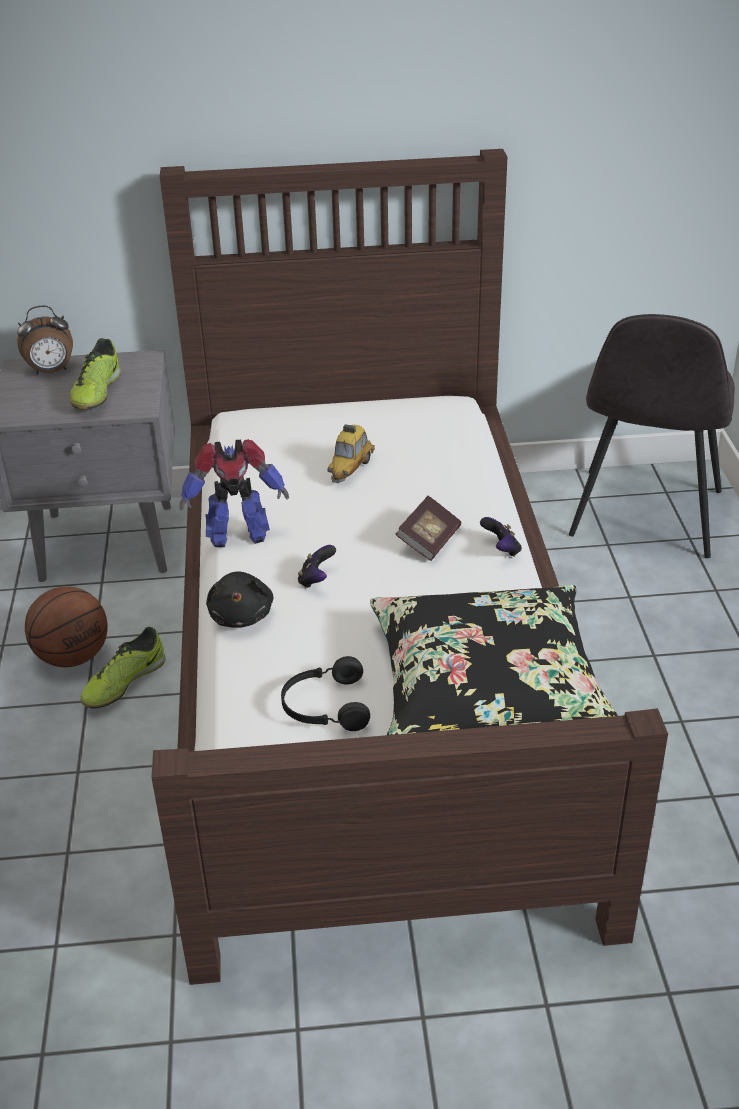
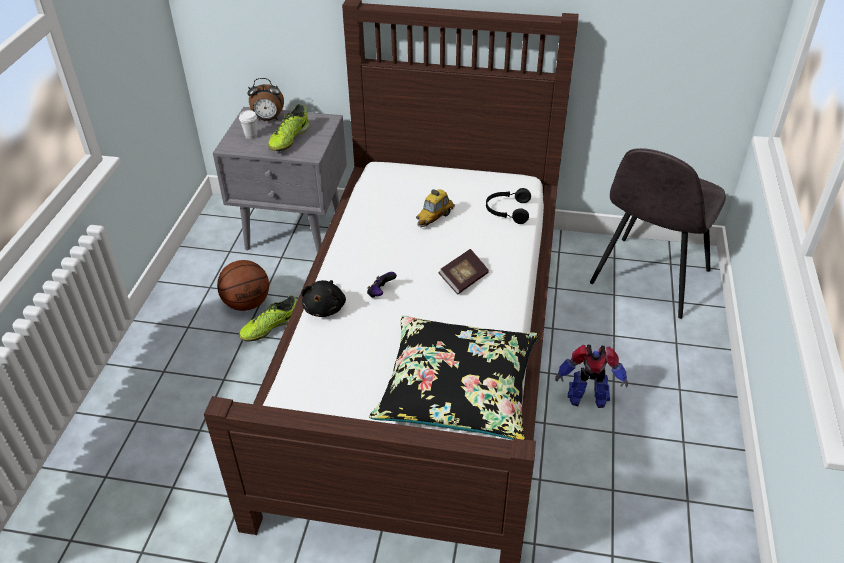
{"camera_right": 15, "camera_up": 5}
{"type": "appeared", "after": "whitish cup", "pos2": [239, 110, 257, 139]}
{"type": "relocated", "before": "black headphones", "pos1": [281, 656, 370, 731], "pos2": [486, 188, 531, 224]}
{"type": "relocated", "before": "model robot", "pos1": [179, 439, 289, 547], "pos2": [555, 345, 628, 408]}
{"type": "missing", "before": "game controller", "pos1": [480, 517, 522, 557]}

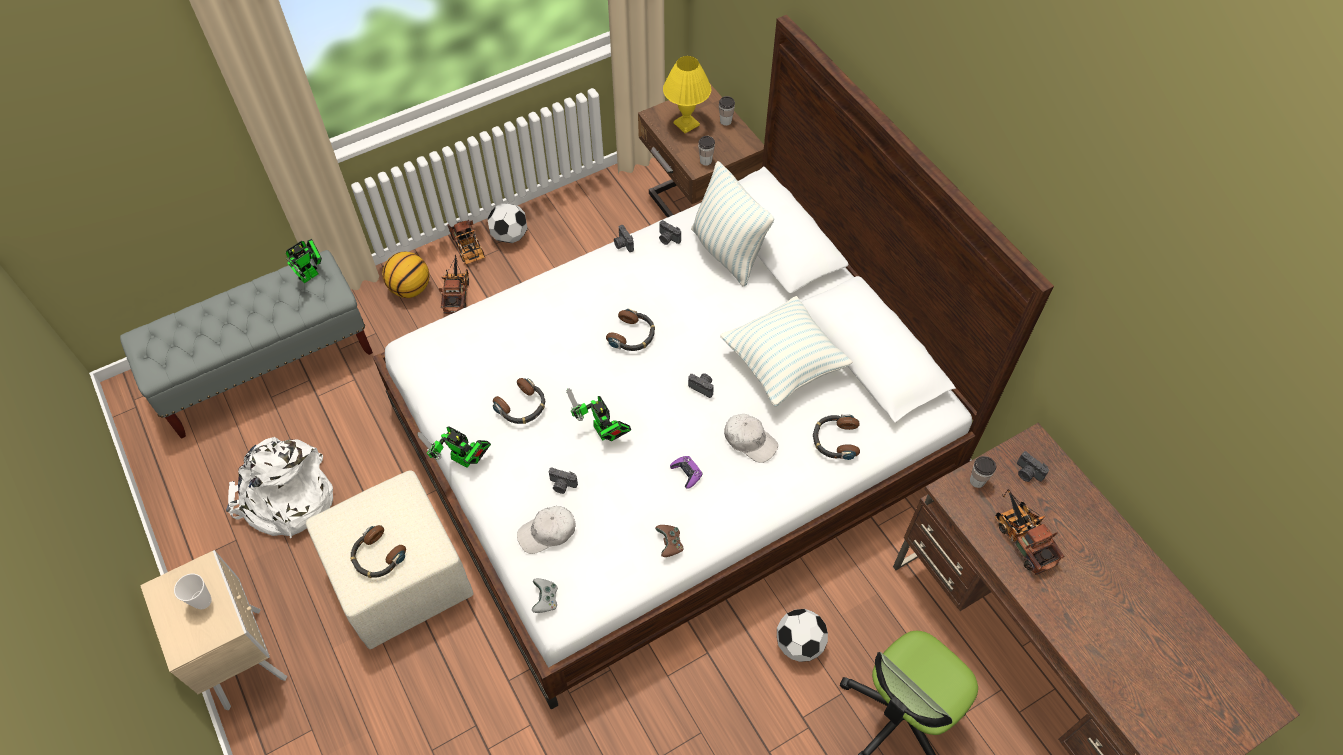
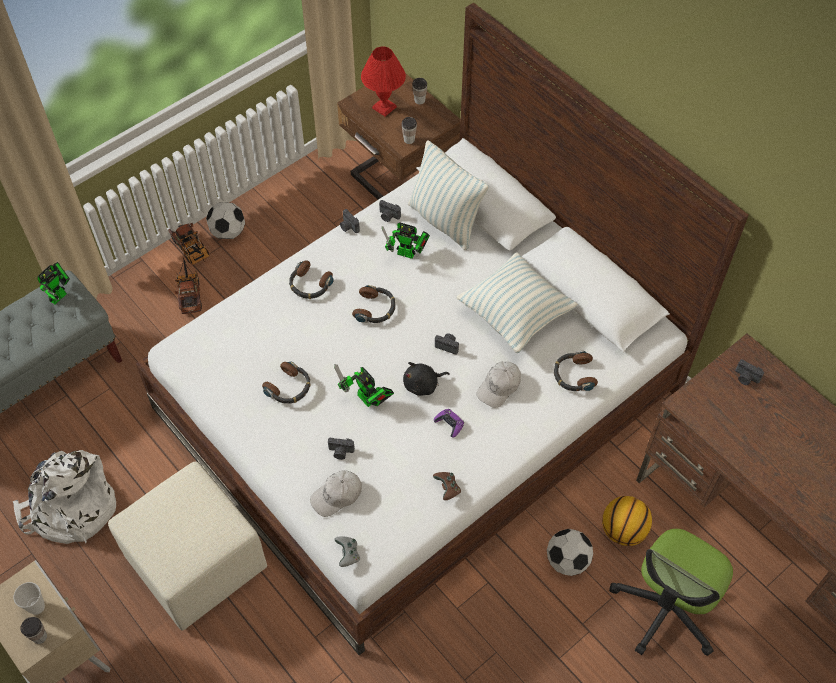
{"camera_right": -10, "camera_up": 0}
{"type": "relocated", "before": "cup", "pos1": [970, 456, 996, 488], "pos2": [20, 617, 47, 644]}
{"type": "relocated", "before": "headphones", "pos1": [351, 525, 406, 578], "pos2": [289, 260, 333, 299]}
{"type": "colour", "before": "yellow-coloured lamp for a table", "after": "reddish lamp for a table", "pos1": [663, 56, 711, 133], "pos2": [361, 47, 406, 116]}
{"type": "relocated", "before": "model robot", "pos1": [417, 427, 491, 468], "pos2": [382, 223, 430, 259]}
{"type": "appeared", "after": "black soft toy", "pos2": [403, 362, 450, 396]}
{"type": "spun", "before": "whitish baseball cap", "pos1": [724, 414, 778, 463], "pos2": [476, 361, 521, 408], "turn": 105}
{"type": "relocated", "before": "basketball", "pos1": [382, 251, 430, 298], "pos2": [602, 496, 652, 546]}
{"type": "missing", "before": "toy truck", "pos1": [995, 489, 1064, 575]}

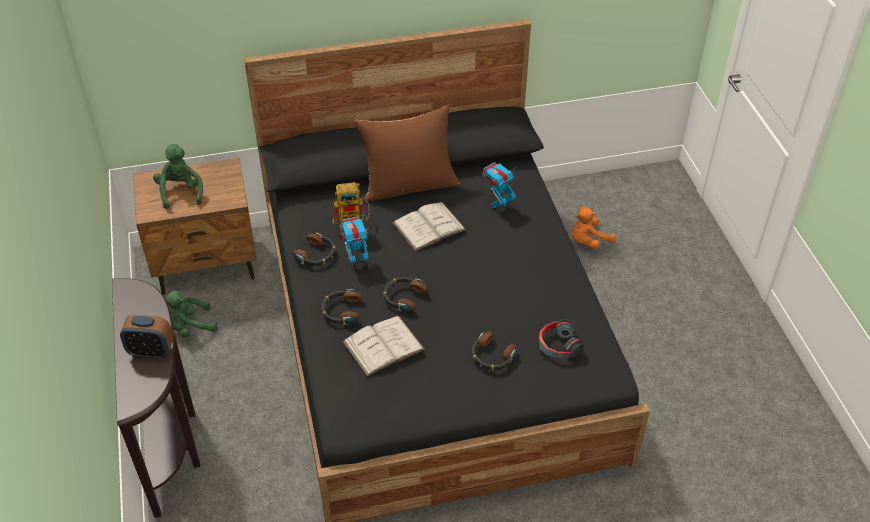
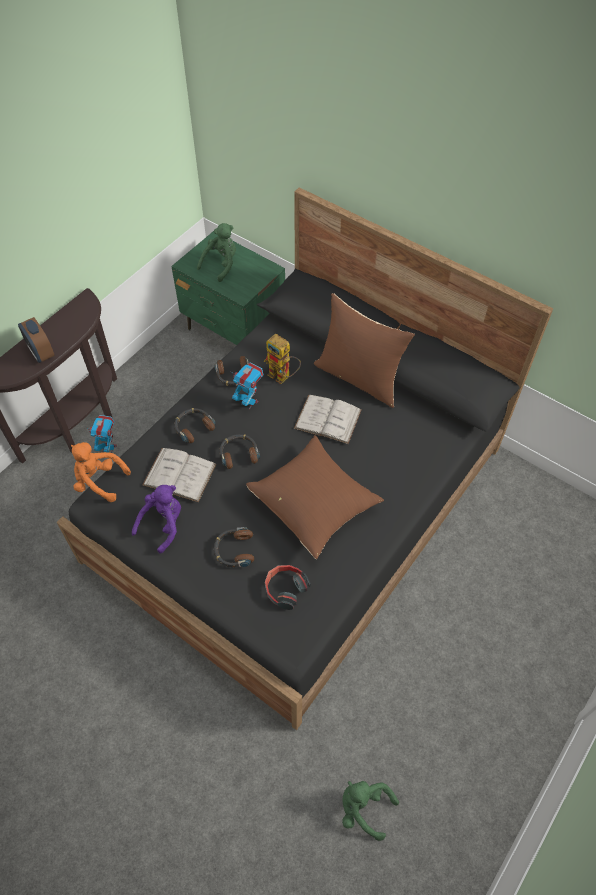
{"camera_right": 50, "camera_up": 10}
{"type": "relocated", "before": "orange-coloured soft toy", "pos1": [572, 206, 616, 249], "pos2": [71, 442, 131, 502]}
{"type": "relocated", "before": "model robot", "pos1": [483, 162, 517, 212], "pos2": [86, 415, 117, 453]}
{"type": "appeared", "after": "purplish soft toy", "pos2": [132, 485, 181, 553]}
{"type": "colour", "before": "brownish night table", "after": "greenish night table", "pos1": [133, 158, 257, 295], "pos2": [171, 231, 285, 345]}
{"type": "appeared", "after": "brownish pillow", "pos2": [246, 435, 384, 559]}
{"type": "relocated", "before": "greenish soft toy", "pos1": [165, 291, 218, 338], "pos2": [342, 781, 399, 841]}

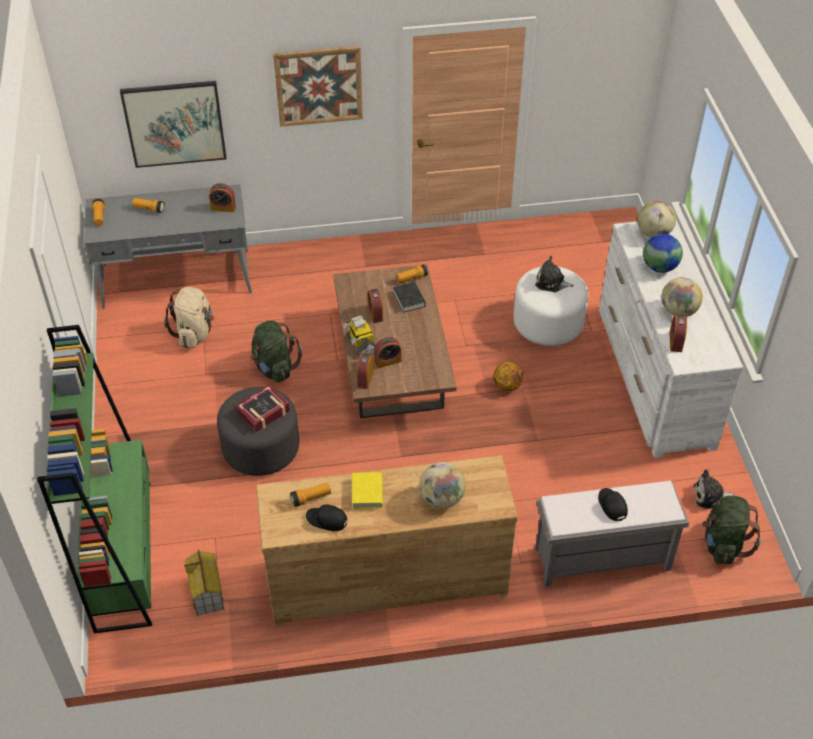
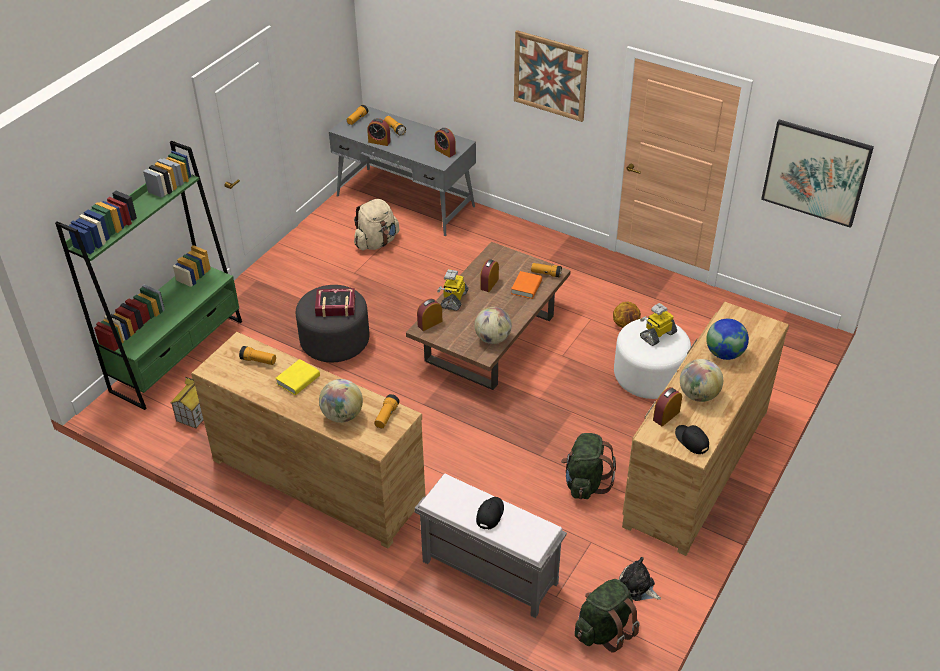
{"camera_right": 40, "camera_up": -5}
{"type": "relocated", "before": "bedside clock", "pos1": [374, 337, 402, 368], "pos2": [367, 118, 391, 146]}
{"type": "appeared", "after": "flashlight", "pos2": [374, 394, 400, 428]}
{"type": "relocated", "before": "globe", "pos1": [637, 201, 676, 238], "pos2": [475, 307, 512, 344]}
{"type": "colour", "before": "black volume", "after": "orange-coloured volume", "pos1": [393, 282, 426, 313], "pos2": [511, 271, 542, 299]}
{"type": "relocated", "before": "greenish rucksack", "pos1": [251, 321, 302, 383], "pos2": [561, 433, 616, 499]}
{"type": "relocated", "before": "basketball", "pos1": [494, 362, 523, 391], "pos2": [613, 302, 641, 328]}
{"type": "colour", "before": "whitish chest of drawers", "after": "brownish chest of drawers", "pos1": [599, 220, 744, 458], "pos2": [622, 302, 789, 556]}
{"type": "exchanged", "before": "soft toy", "after": "model robot", "pos1": [535, 256, 574, 292], "pos2": [640, 303, 677, 346]}
{"type": "relocated", "before": "black baseball cap", "pos1": [306, 504, 348, 531], "pos2": [675, 425, 709, 454]}
{"type": "relocated", "before": "wall picture", "pos1": [120, 81, 227, 168], "pos2": [761, 119, 874, 228]}

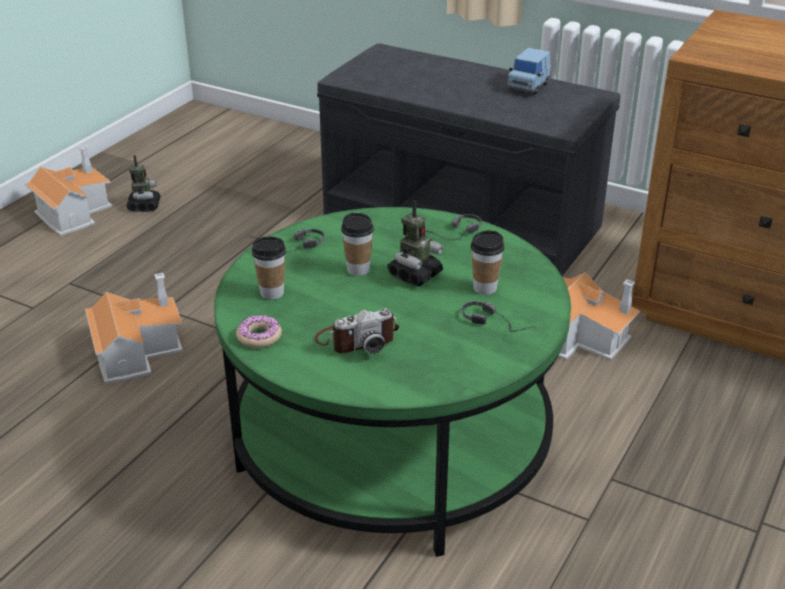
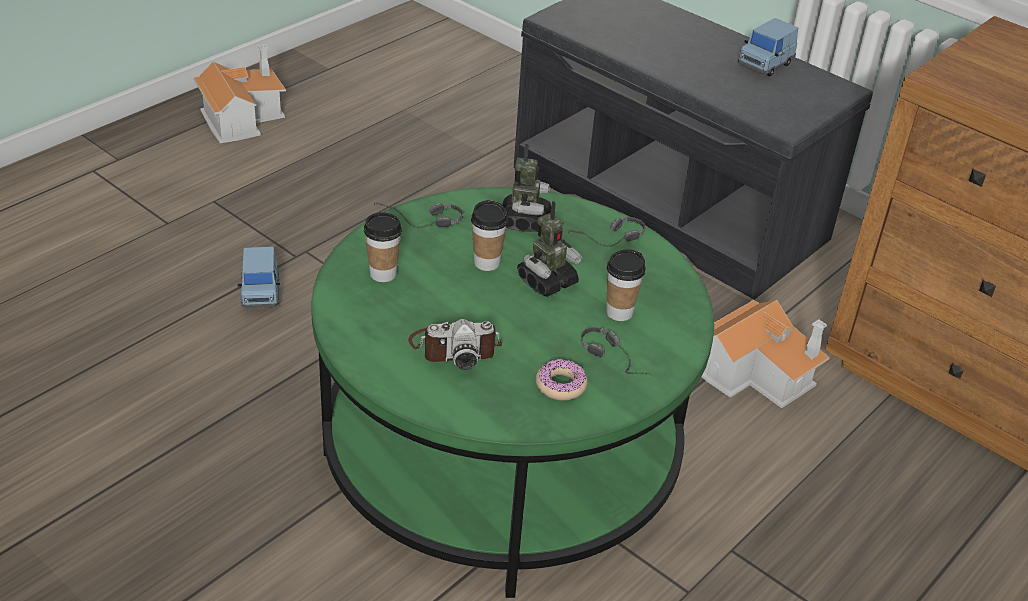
{"camera_right": 10, "camera_up": 5}
{"type": "exchanged", "before": "toy house", "after": "blue-coloured miniature car", "pos1": [85, 273, 183, 384], "pos2": [238, 247, 280, 308]}
{"type": "relocated", "before": "model robot", "pos1": [126, 155, 160, 212], "pos2": [502, 144, 551, 232]}
{"type": "relocated", "before": "doughnut", "pos1": [236, 315, 282, 348], "pos2": [536, 359, 588, 400]}

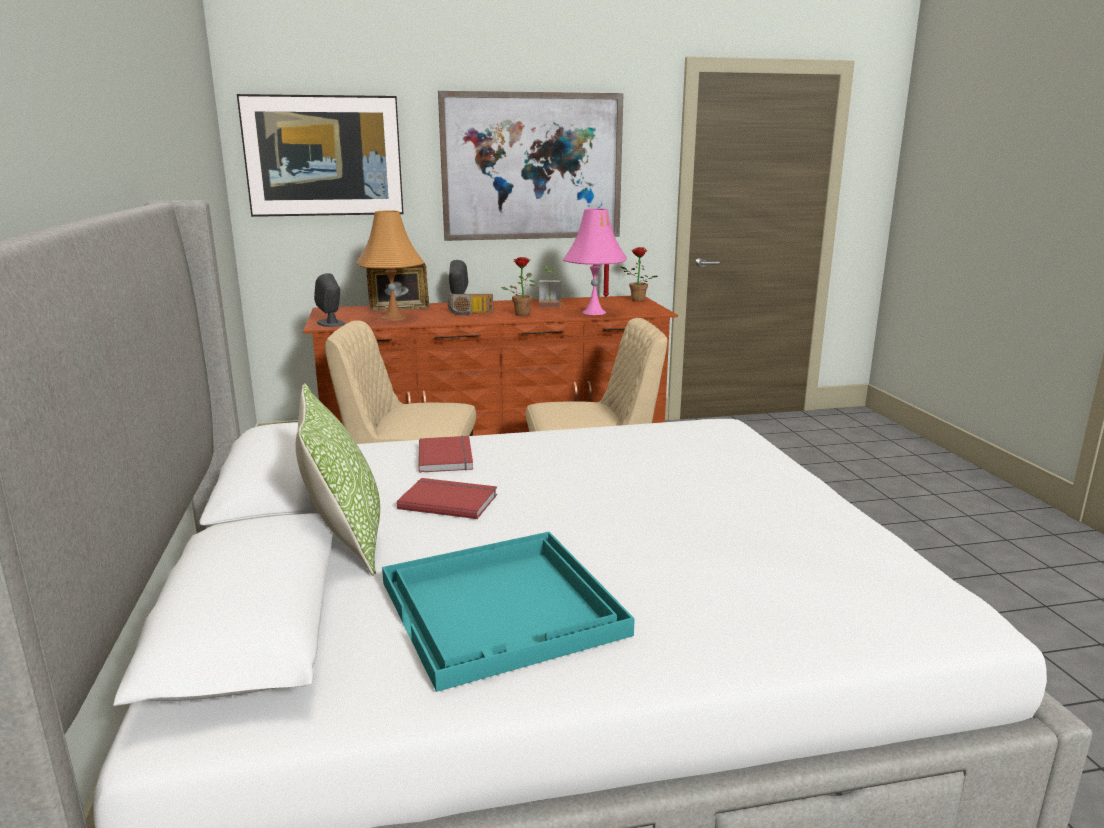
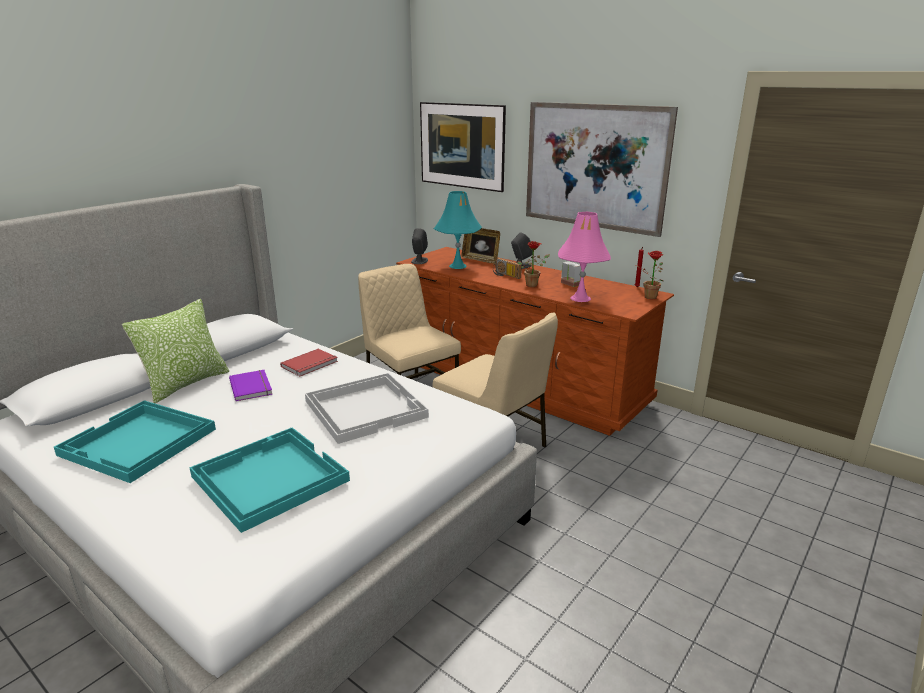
{"camera_right": 50, "camera_up": 5}
{"type": "appeared", "after": "blue-green carrying tray", "pos2": [189, 427, 350, 533]}
{"type": "colour", "before": "reddish volume", "after": "purplish volume", "pos1": [397, 478, 497, 519], "pos2": [229, 370, 272, 401]}
{"type": "appeared", "after": "whitish carrying tray", "pos2": [305, 373, 429, 444]}
{"type": "colour", "before": "orange-coloured lamp for a table", "after": "blue-green lamp for a table", "pos1": [356, 211, 424, 321], "pos2": [434, 191, 482, 269]}

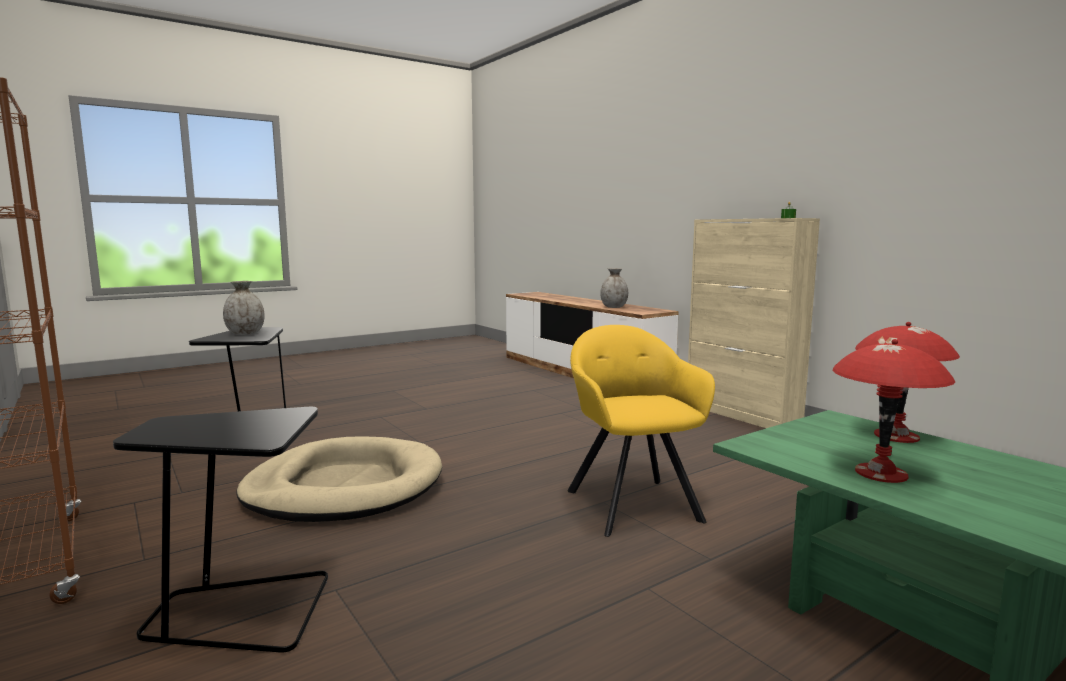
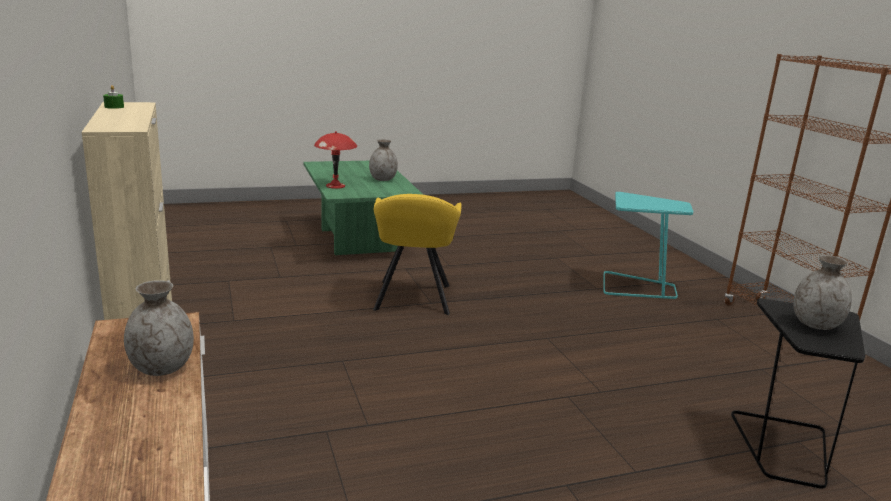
{"camera_right": -165, "camera_up": 10}
{"type": "exchanged", "before": "reddish lamp for a table", "after": "greyish flower vase", "pos1": [833, 339, 955, 483], "pos2": [369, 139, 398, 181]}
{"type": "colour", "before": "black accent table", "after": "blue-green accent table", "pos1": [113, 407, 328, 653], "pos2": [603, 192, 694, 299]}
{"type": "missing", "before": "beige-coloured pet bed", "pos1": [236, 436, 442, 522]}

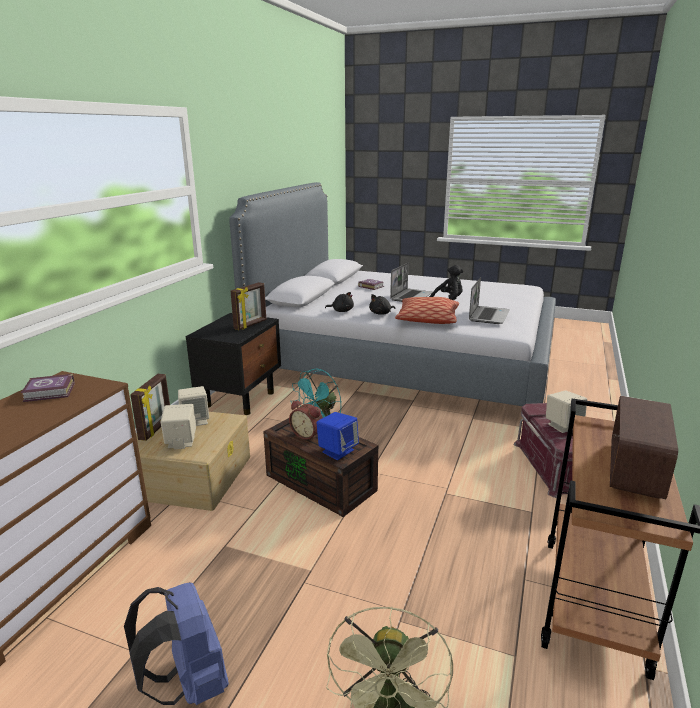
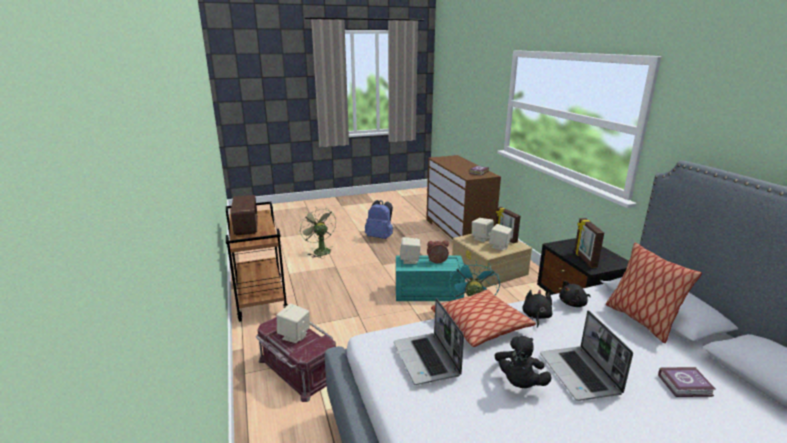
{"camera_right": 140, "camera_up": 0}
{"type": "colour", "before": "brownish storage box", "after": "blue-green storage box", "pos1": [263, 418, 378, 517], "pos2": [396, 256, 465, 301]}
{"type": "colour", "before": "blue-coloured speaker", "after": "beige-coloured speaker", "pos1": [316, 412, 359, 460], "pos2": [400, 237, 420, 264]}
{"type": "appeared", "after": "pillow", "pos2": [606, 242, 702, 343]}

